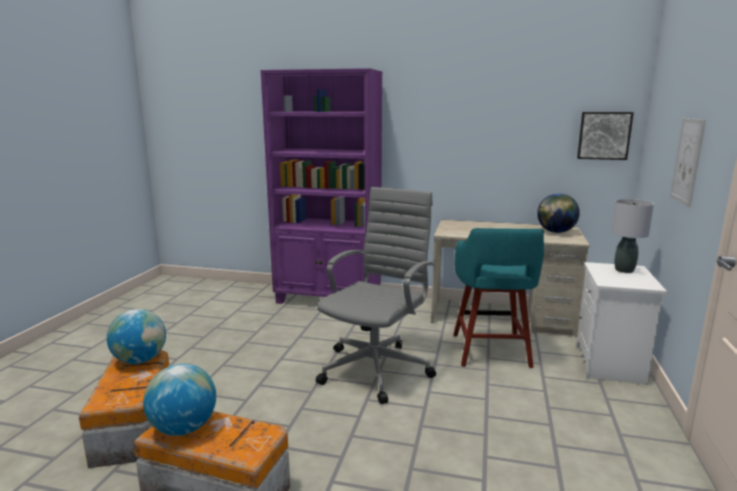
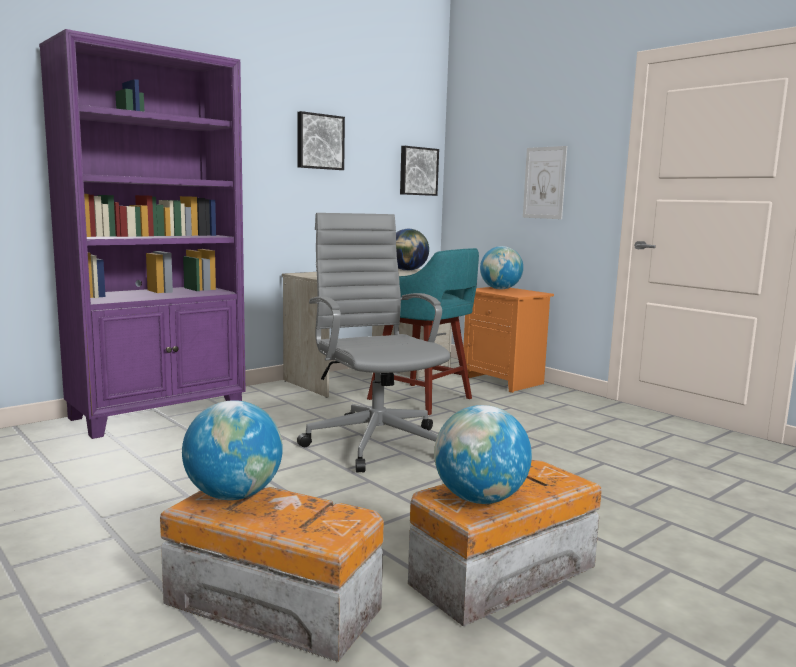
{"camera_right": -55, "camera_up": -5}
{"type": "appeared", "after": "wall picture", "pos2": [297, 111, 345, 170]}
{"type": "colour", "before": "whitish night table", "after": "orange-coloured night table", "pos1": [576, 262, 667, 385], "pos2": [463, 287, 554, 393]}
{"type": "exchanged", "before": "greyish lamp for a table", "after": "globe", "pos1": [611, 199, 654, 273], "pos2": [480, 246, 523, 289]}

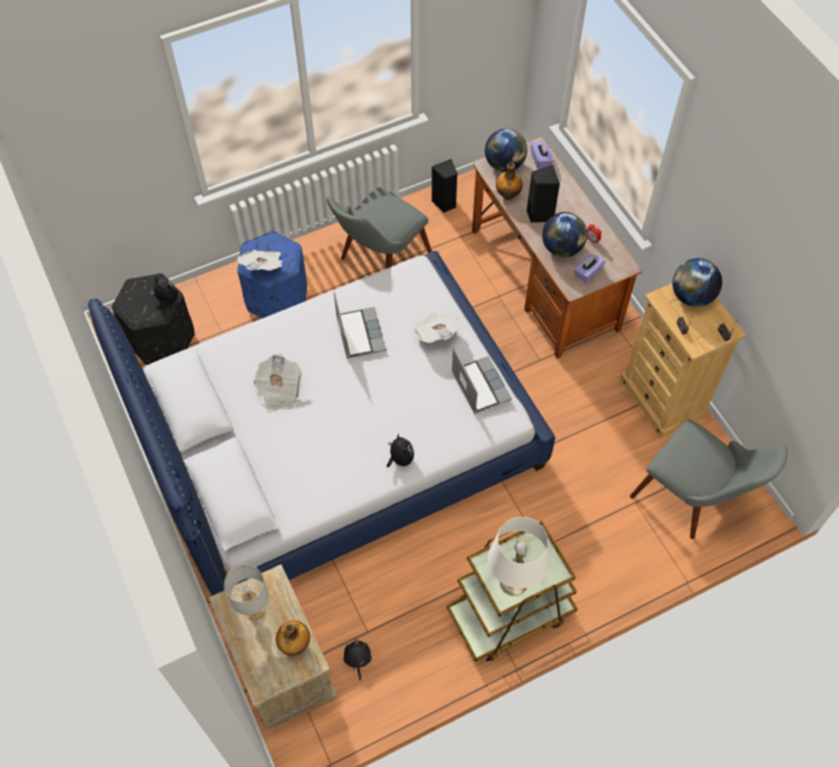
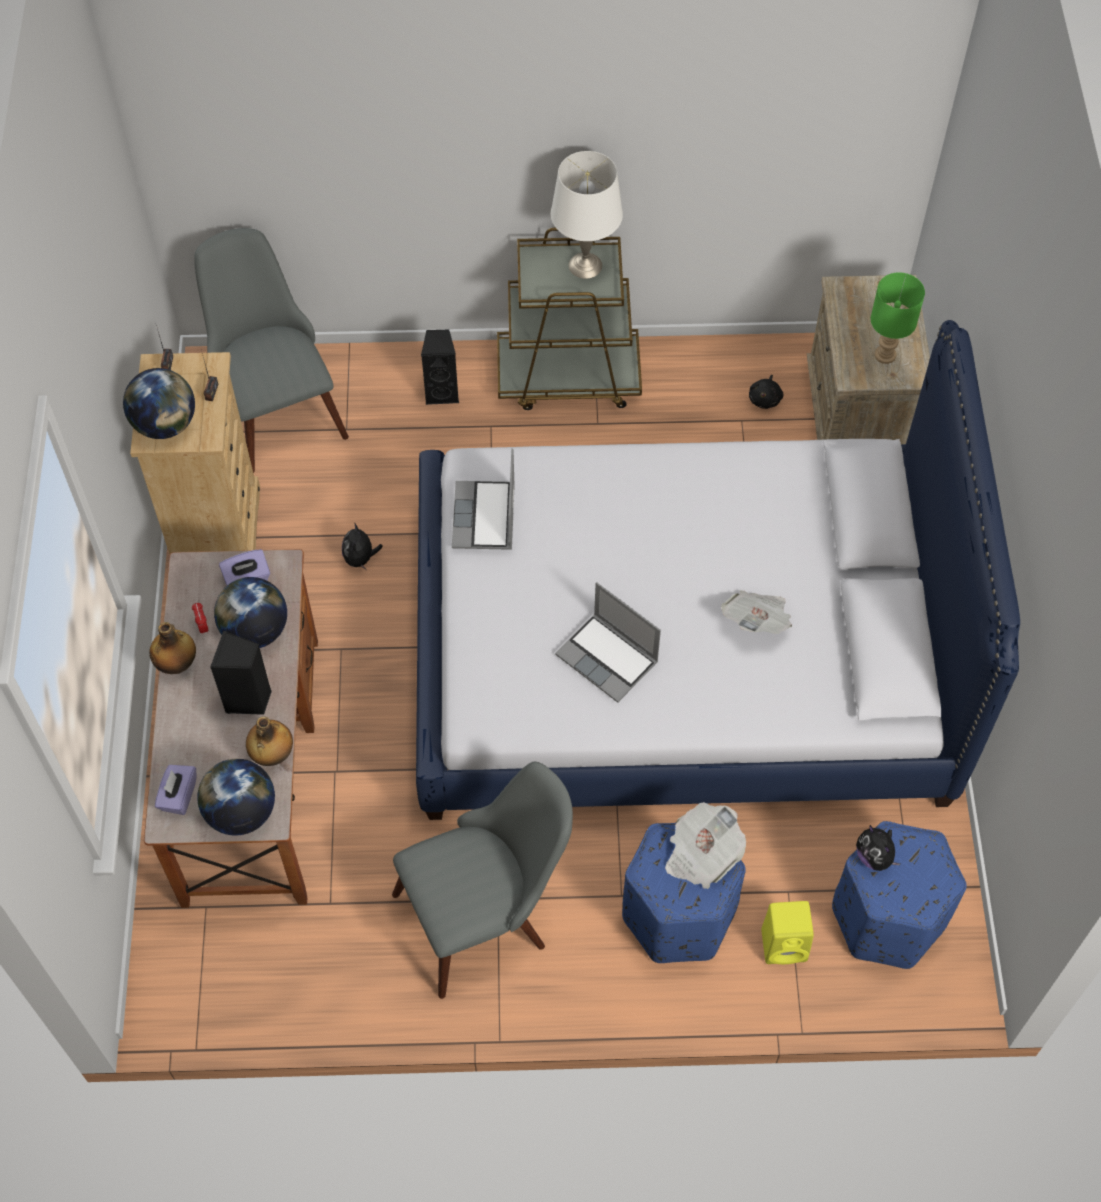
{"camera_right": -155, "camera_up": 0}
{"type": "relocated", "before": "bottle", "pos1": [276, 620, 310, 656], "pos2": [149, 622, 196, 674]}
{"type": "relocated", "before": "soft toy", "pos1": [387, 434, 414, 467], "pos2": [342, 522, 383, 570]}
{"type": "relocated", "before": "black speaker", "pos1": [431, 159, 458, 213], "pos2": [421, 329, 459, 405]}
{"type": "spun", "before": "portable computer", "pos1": [334, 292, 386, 359], "pos2": [555, 582, 661, 703], "turn": -60}
{"type": "appeared", "after": "yellow-coloured speaker", "pos2": [761, 901, 814, 964]}
{"type": "colour", "before": "black pouffe", "after": "blue-coloured pouffe", "pos1": [112, 274, 195, 365], "pos2": [832, 821, 967, 969]}
{"type": "colour", "before": "greyish lamp for a table", "after": "greenish lamp for a table", "pos1": [224, 565, 269, 620], "pos2": [871, 272, 925, 364]}
{"type": "missing", "before": "printed paper", "pos1": [413, 313, 461, 343]}

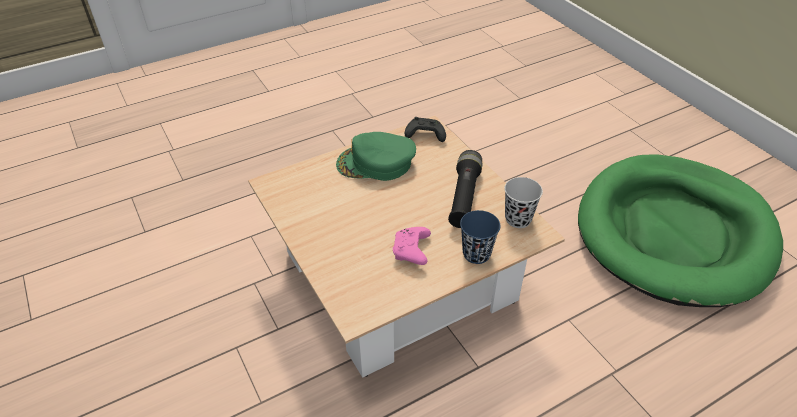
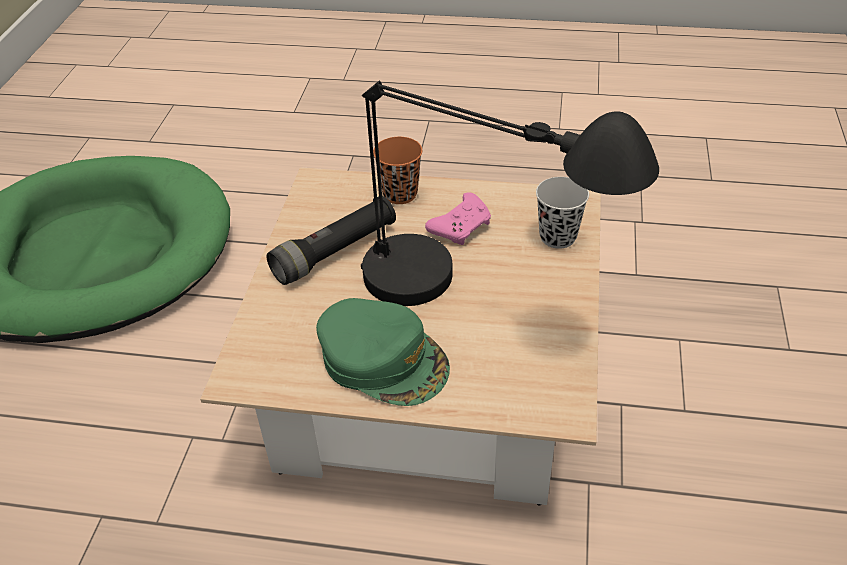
{"camera_right": -140, "camera_up": 0}
{"type": "appeared", "after": "black lamp for a table", "pos2": [361, 80, 659, 306]}
{"type": "colour", "before": "blue-coloured cup", "after": "orange-coloured cup", "pos1": [460, 210, 500, 264], "pos2": [373, 137, 422, 204]}
{"type": "relocated", "before": "black cup", "pos1": [504, 177, 543, 228], "pos2": [536, 177, 589, 249]}
{"type": "missing", "before": "black game controller", "pos1": [405, 117, 446, 142]}

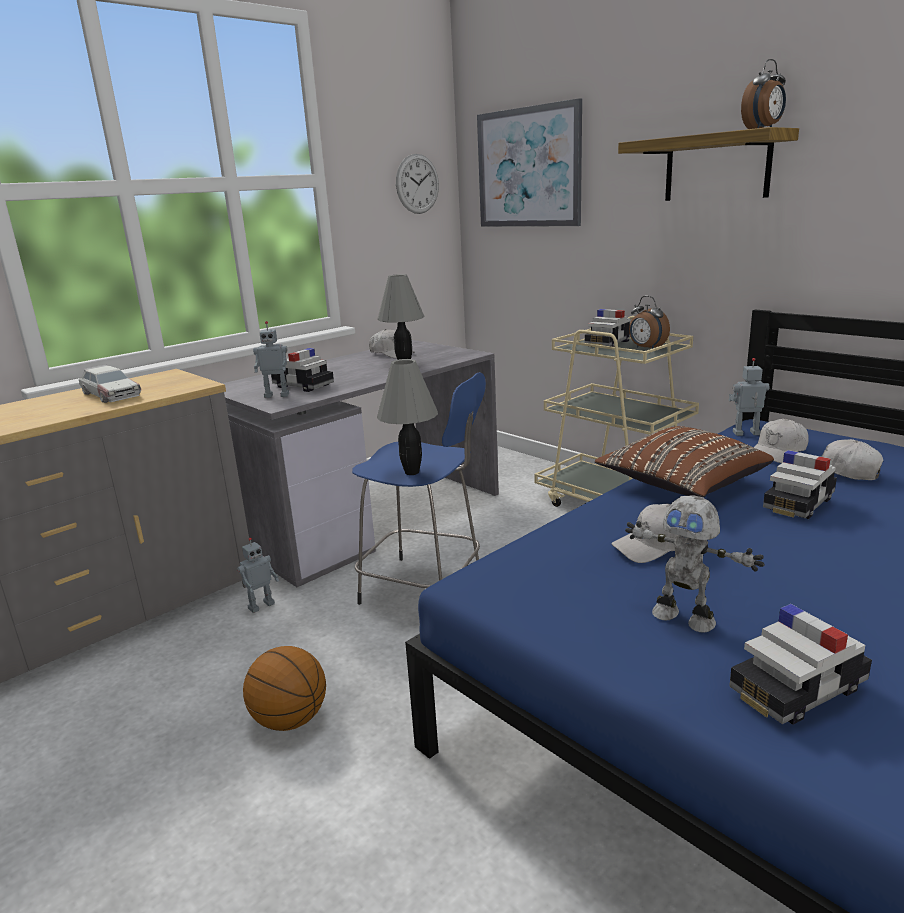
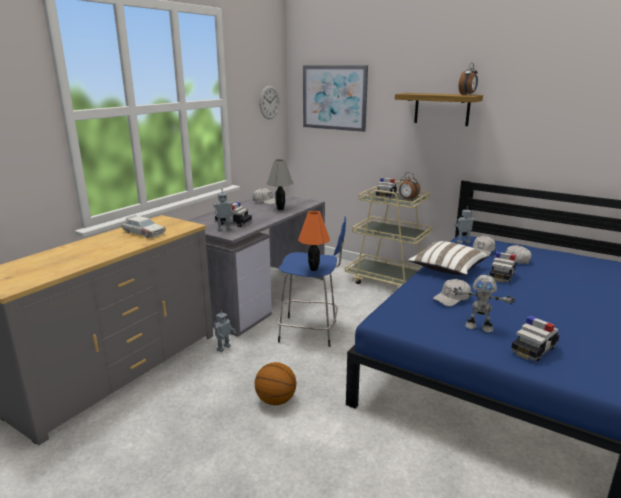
{"camera_right": -15, "camera_up": 0}
{"type": "colour", "before": "greyish lamp for a table", "after": "orange-coloured lamp for a table", "pos1": [377, 359, 438, 475], "pos2": [298, 211, 330, 271]}
{"type": "colour", "before": "brownish pillow", "after": "whitish pillow", "pos1": [595, 426, 774, 497], "pos2": [408, 241, 488, 275]}

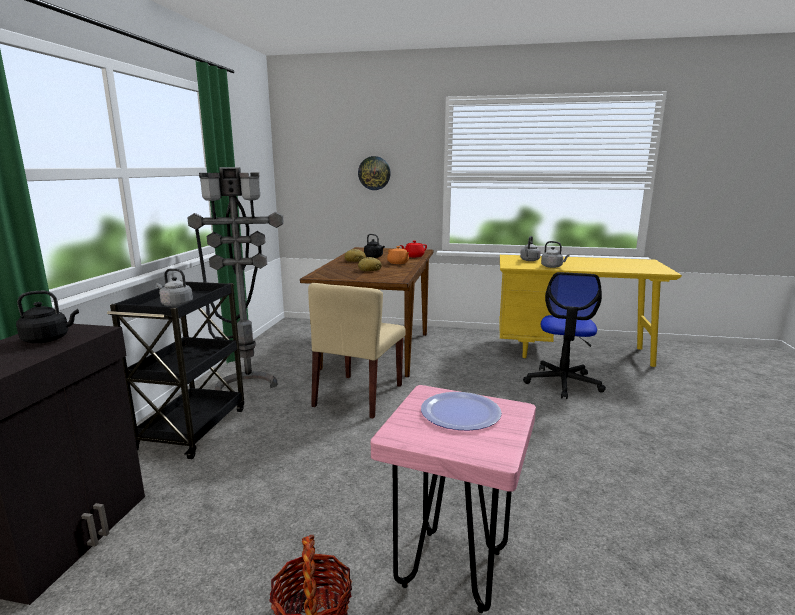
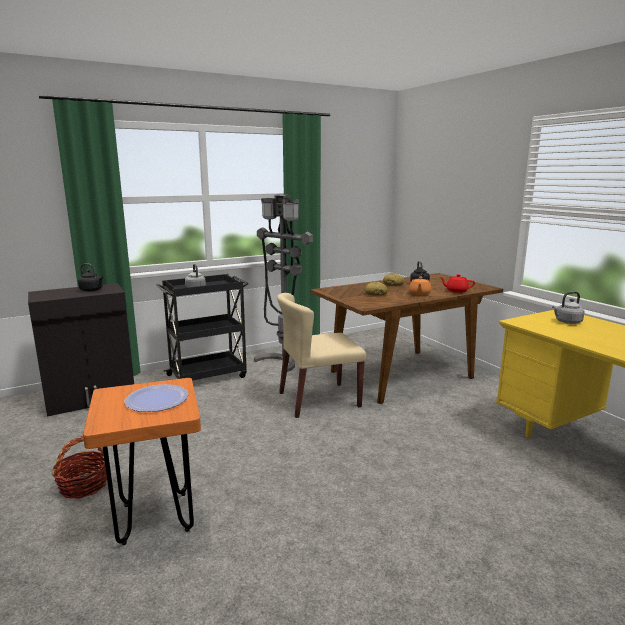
{"camera_right": 50, "camera_up": 0}
{"type": "colour", "before": "pinkish stool", "after": "orange-coloured stool", "pos1": [371, 385, 536, 613], "pos2": [83, 378, 201, 545]}
{"type": "missing", "before": "hanging clock", "pos1": [358, 156, 391, 190]}
{"type": "missing", "before": "desk chair", "pos1": [523, 272, 606, 399]}
{"type": "missing", "before": "greyish tea kettle", "pos1": [541, 241, 570, 268]}

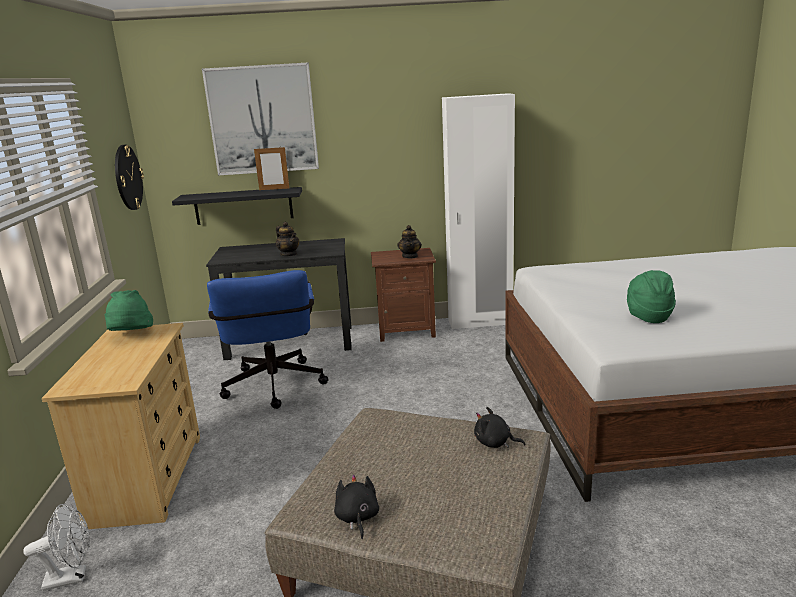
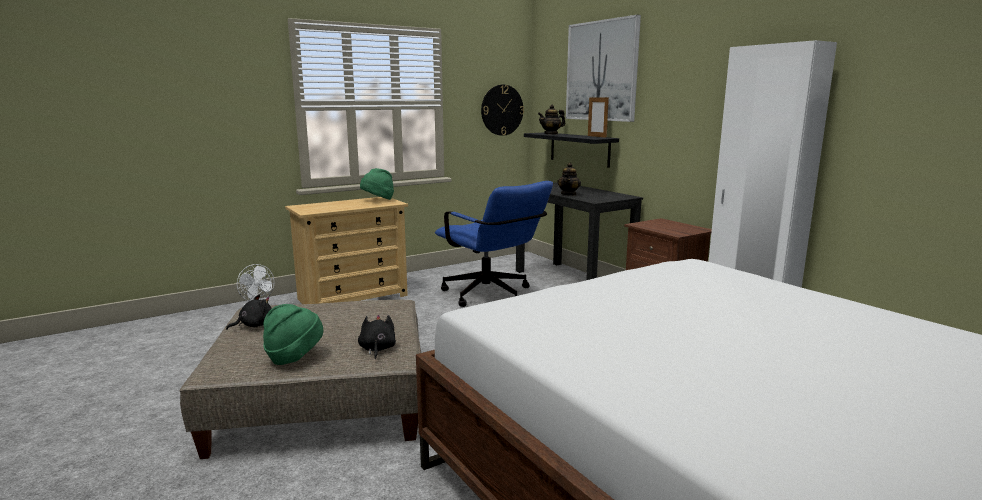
{"camera_right": 60, "camera_up": -5}
{"type": "relocated", "before": "greenish clothing hat", "pos1": [627, 270, 676, 323], "pos2": [263, 304, 323, 365]}
{"type": "spun", "before": "blue-coloured desk chair", "pos1": [207, 270, 328, 409], "pos2": [435, 181, 553, 307], "turn": -90}
{"type": "relocated", "before": "pot for tea", "pos1": [397, 225, 422, 258], "pos2": [538, 105, 565, 135]}

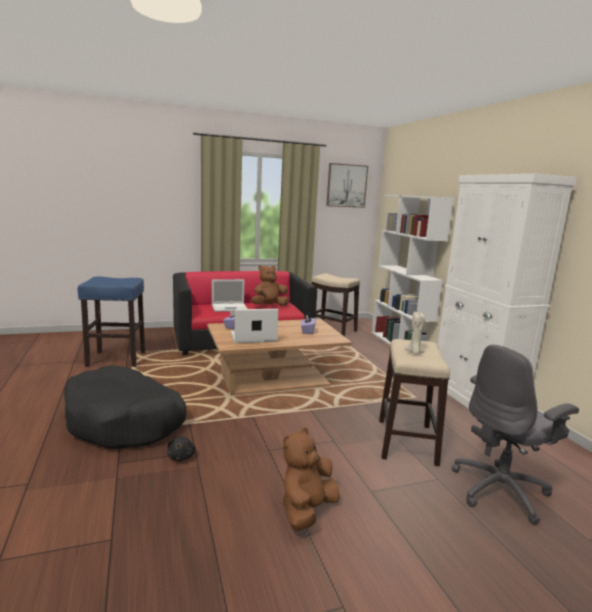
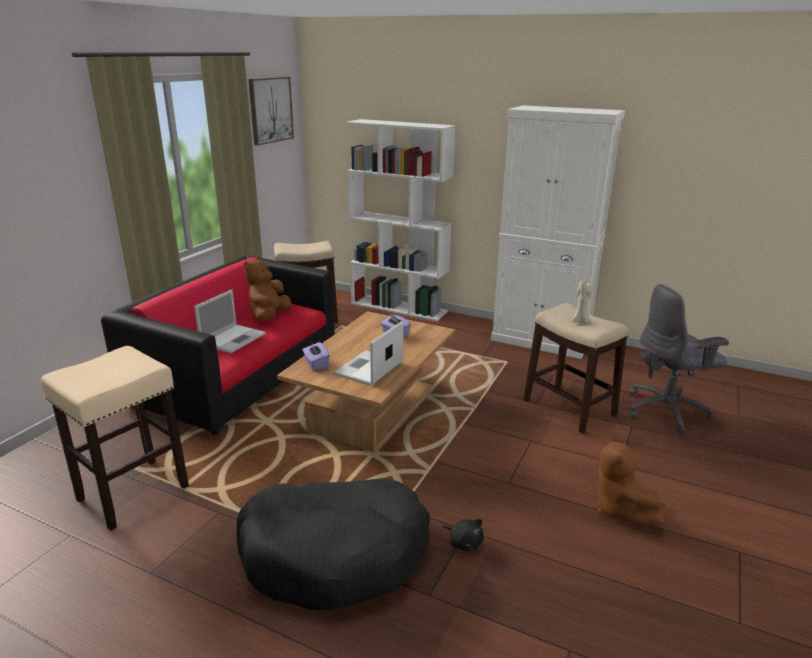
{"camera_right": -45, "camera_up": 10}
{"type": "colour", "before": "blue-coloured stool", "after": "beige-coloured stool", "pos1": [77, 277, 145, 367], "pos2": [41, 346, 189, 531]}
{"type": "spun", "before": "greyish desk chair", "pos1": [451, 345, 579, 525], "pos2": [629, 284, 729, 435], "turn": 60}

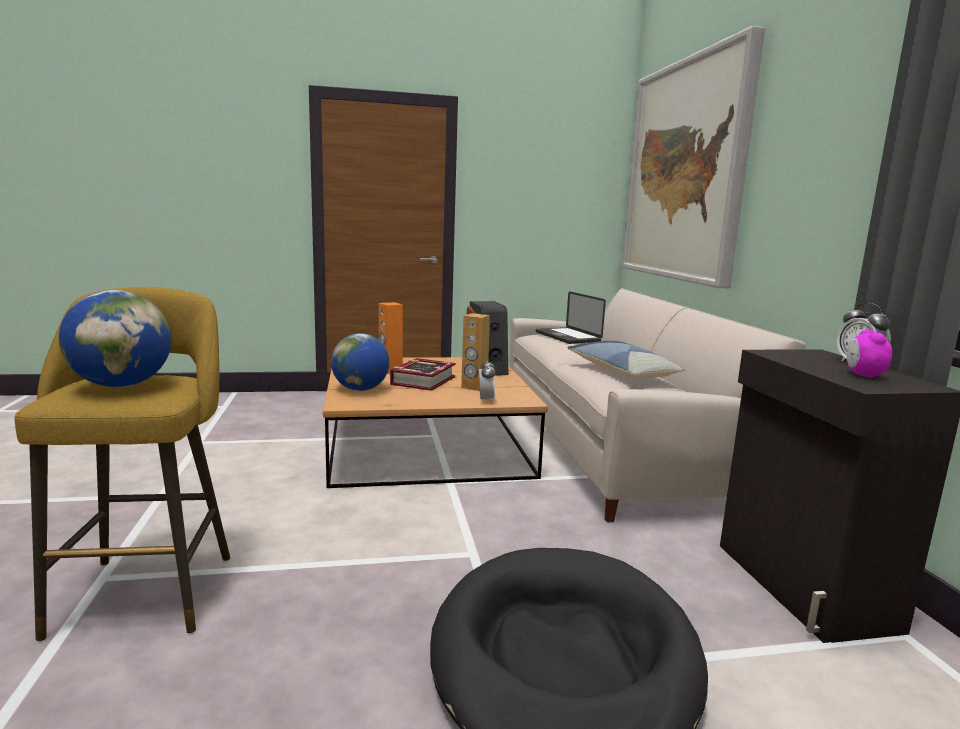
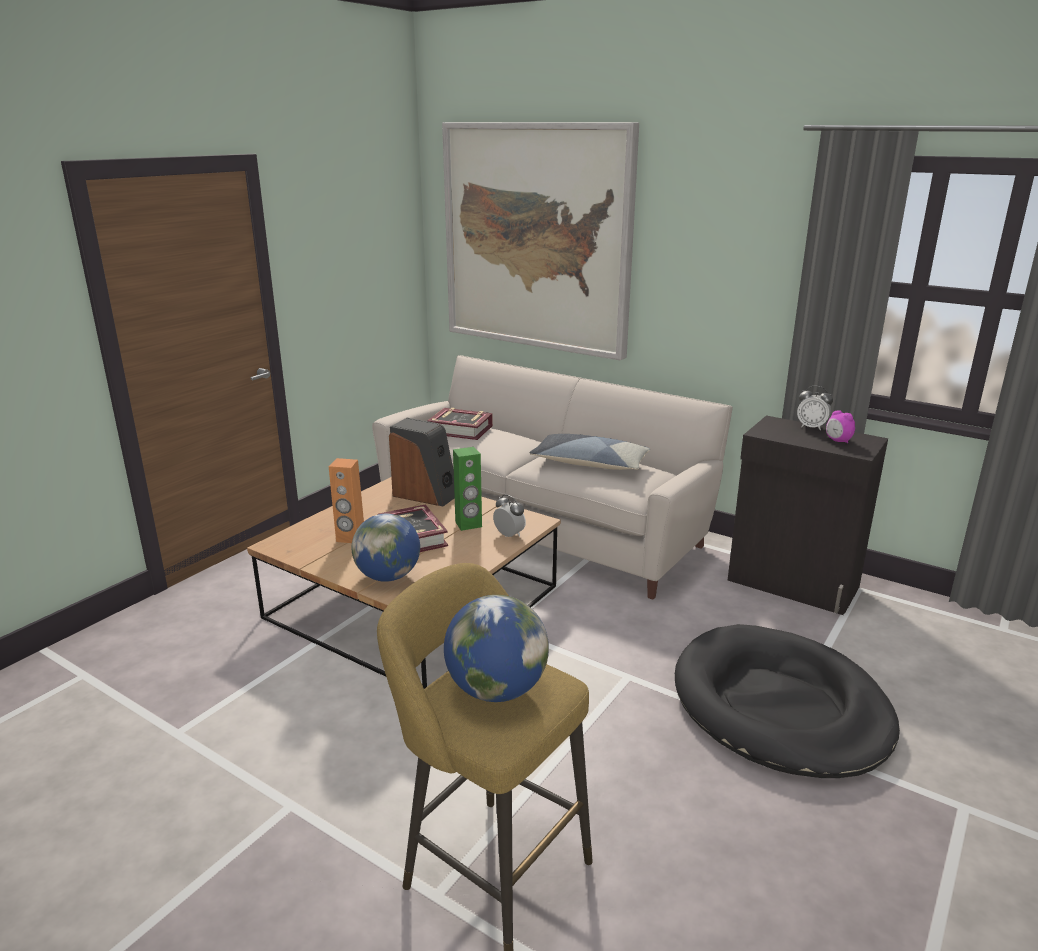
{"camera_right": -45, "camera_up": 10}
{"type": "exchanged", "before": "portable computer", "after": "volume", "pos1": [536, 291, 606, 344], "pos2": [427, 408, 493, 440]}
{"type": "colour", "before": "brownish speaker", "after": "greenish speaker", "pos1": [461, 313, 490, 391], "pos2": [453, 447, 482, 531]}

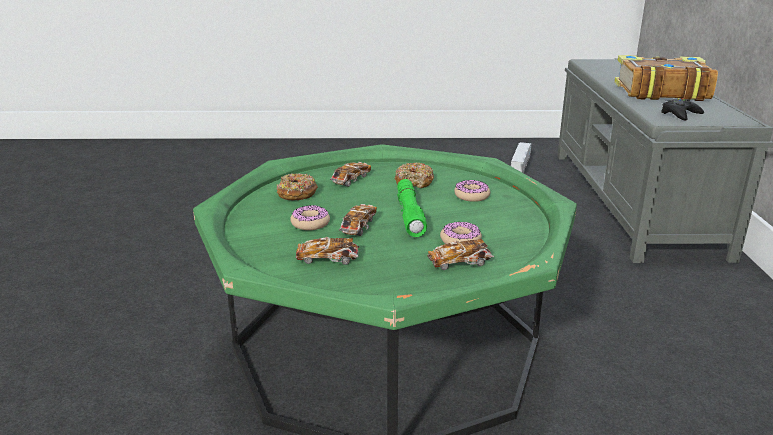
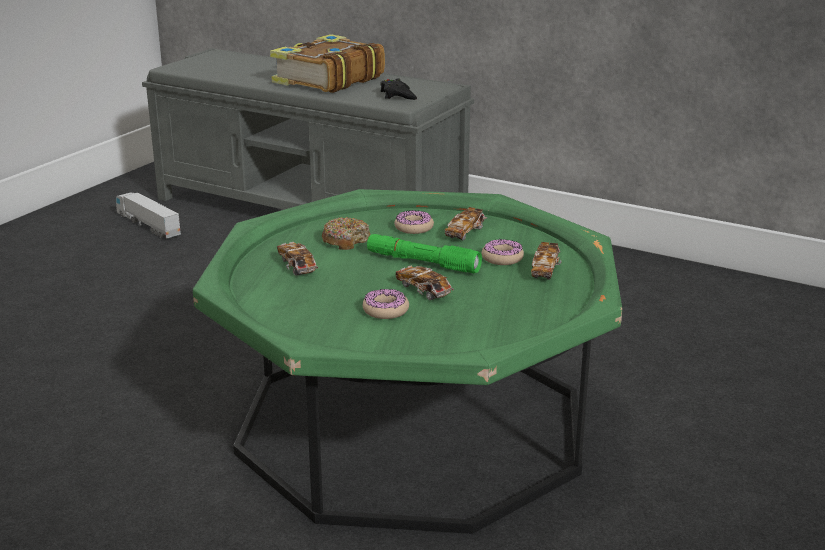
{"camera_right": -60, "camera_up": 0}
{"type": "relocated", "before": "miniature car", "pos1": [296, 237, 359, 265], "pos2": [445, 207, 487, 241]}
{"type": "missing", "before": "doughnut", "pos1": [277, 173, 318, 200]}

